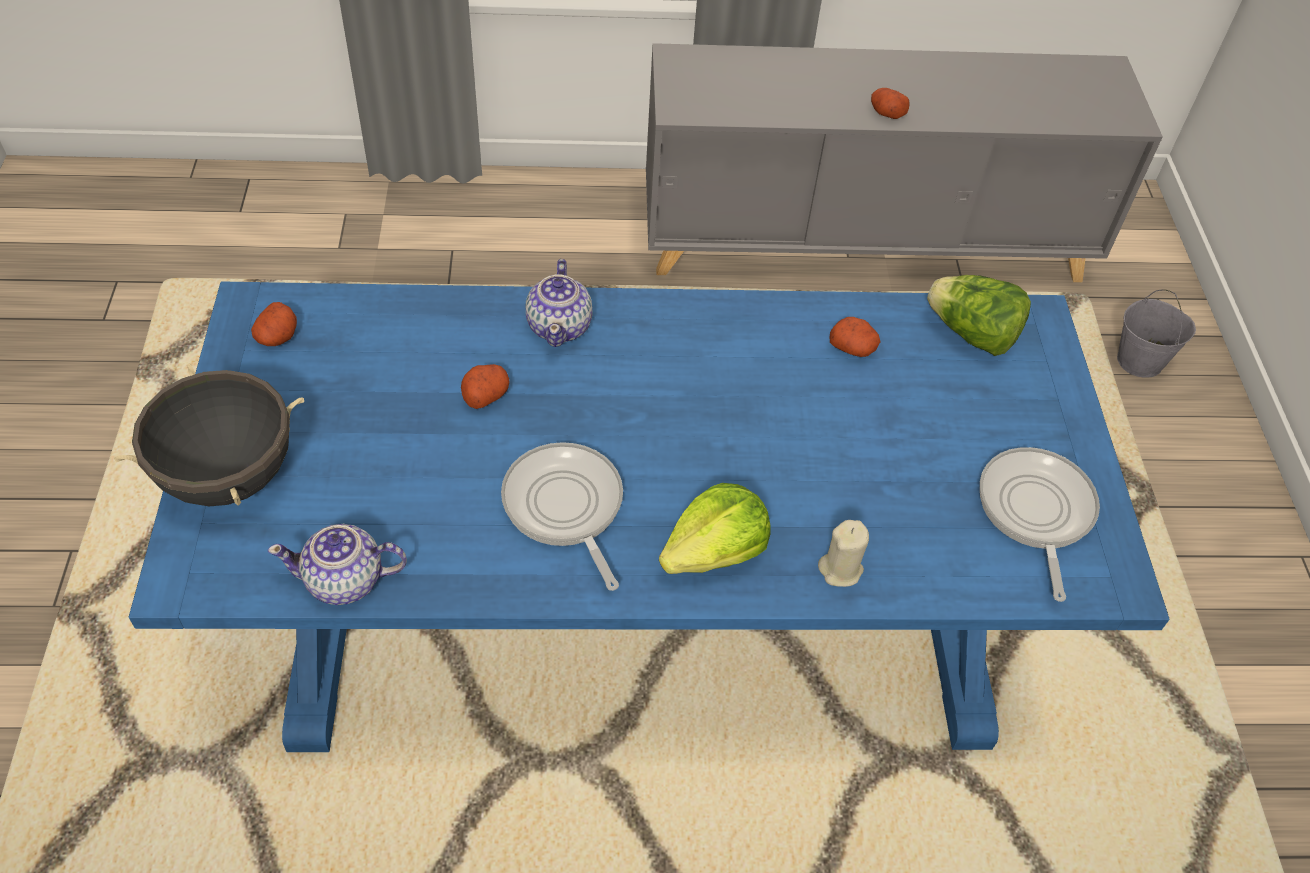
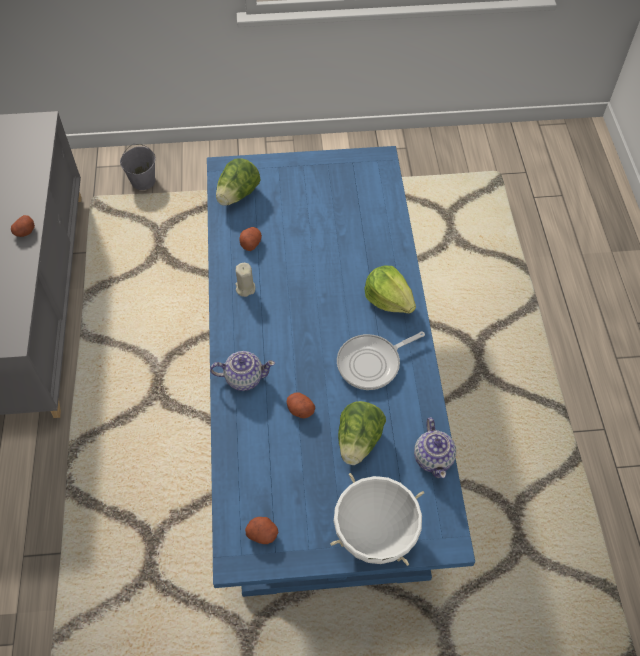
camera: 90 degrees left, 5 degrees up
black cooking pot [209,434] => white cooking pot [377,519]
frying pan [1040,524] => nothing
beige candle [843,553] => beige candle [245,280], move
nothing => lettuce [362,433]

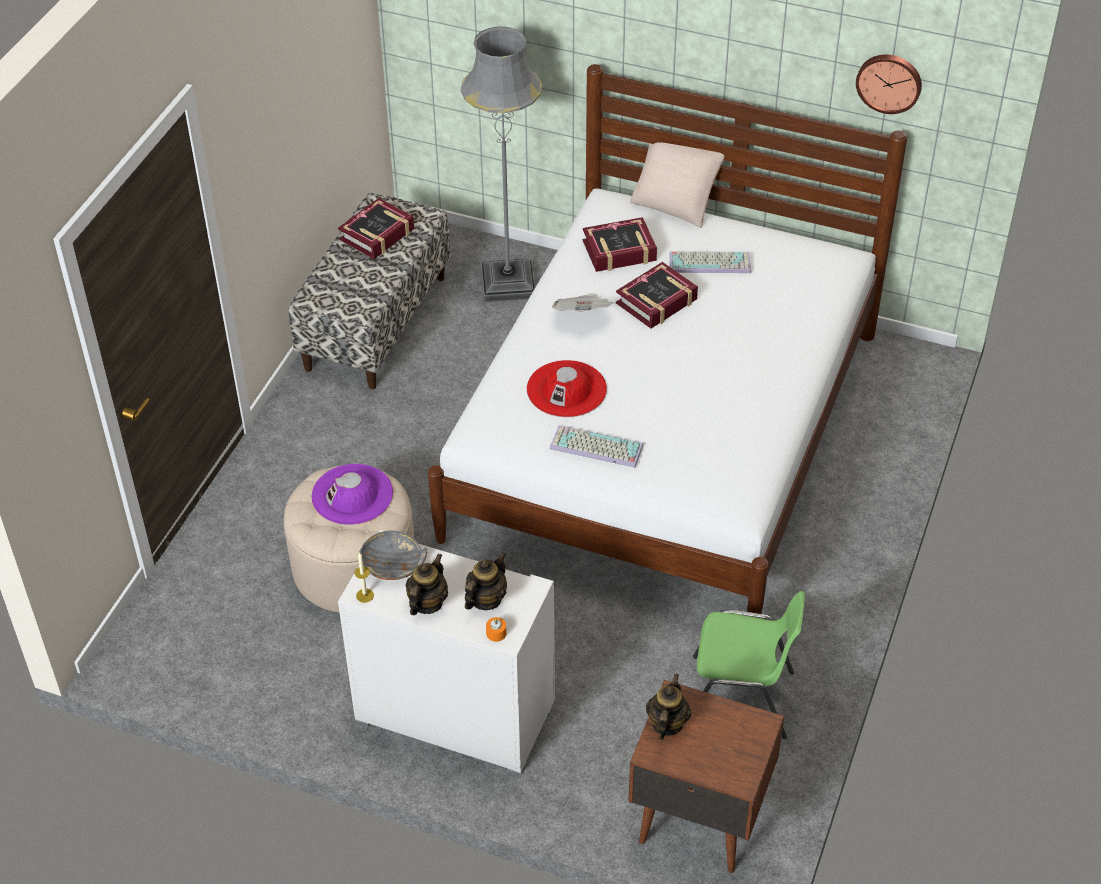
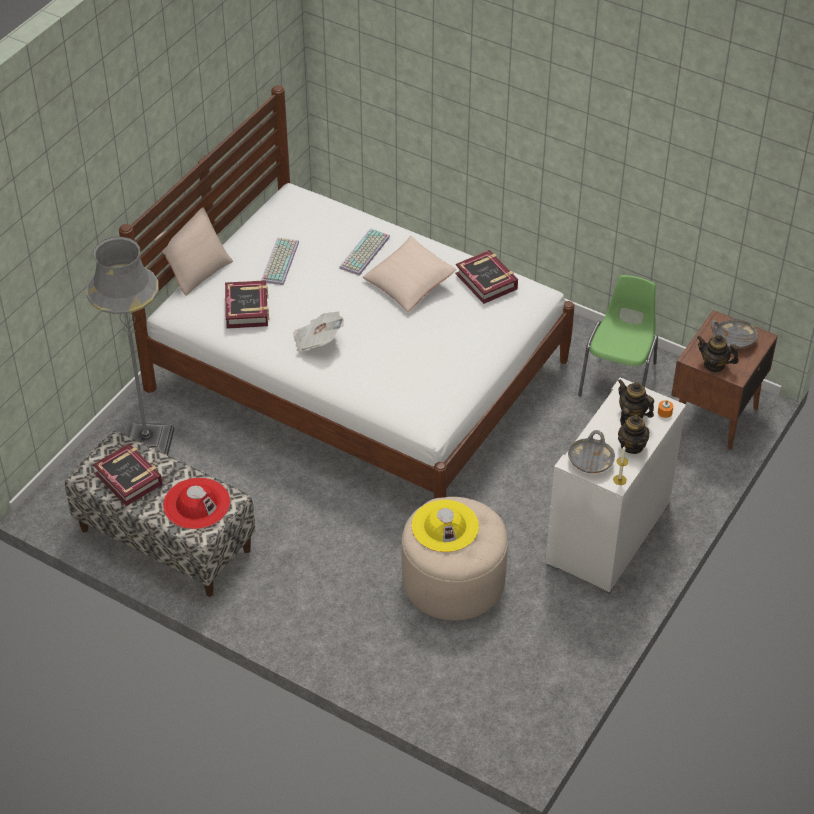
camera: 80 degrees left, 0 degrees up
wall clock [889,84] => nothing
book [657,295] => book [487,277], move
red hat [567,388] => red hat [196,503], move
keyboard [597,446] => keyboard [364,252], move
purple hat [352,494] => yellow hat [445,526]
teapot [427,584] => teapot [633,431], 150 degrees counterclockwise
nothing => beige pillow [409,274]
nothing => grey bowl [735,334]

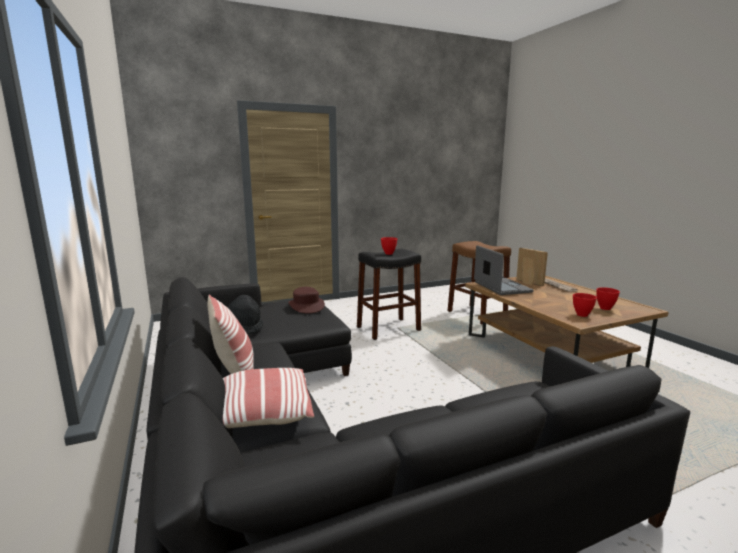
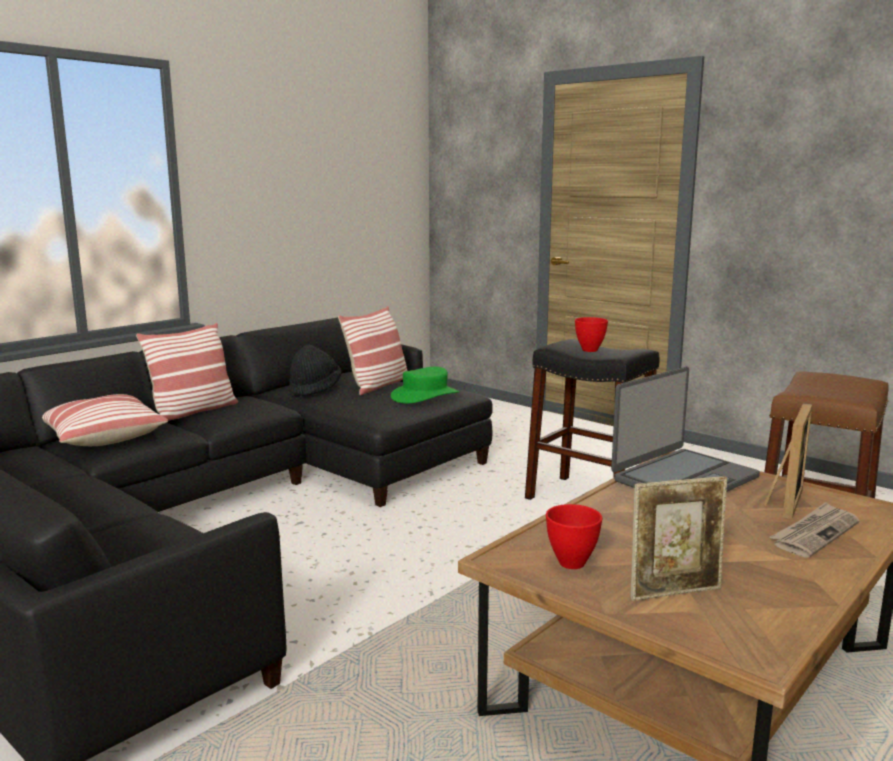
camera: 65 degrees right, 0 degrees up
brown hat [307,300] => green hat [425,385]
red bowl [608,298] => picture frame [679,538]
nothing => pillow [373,350]

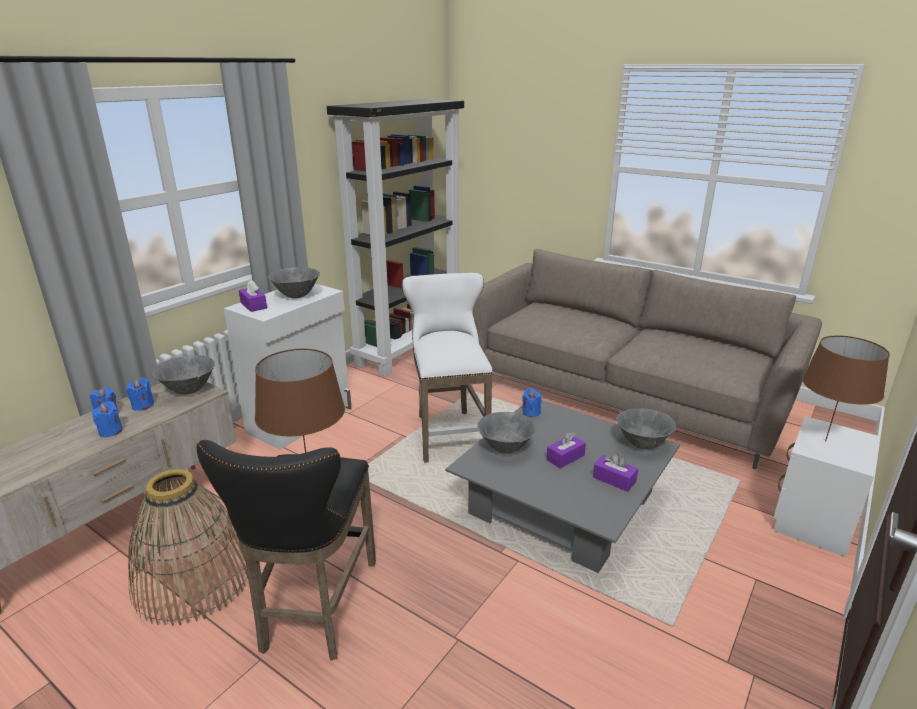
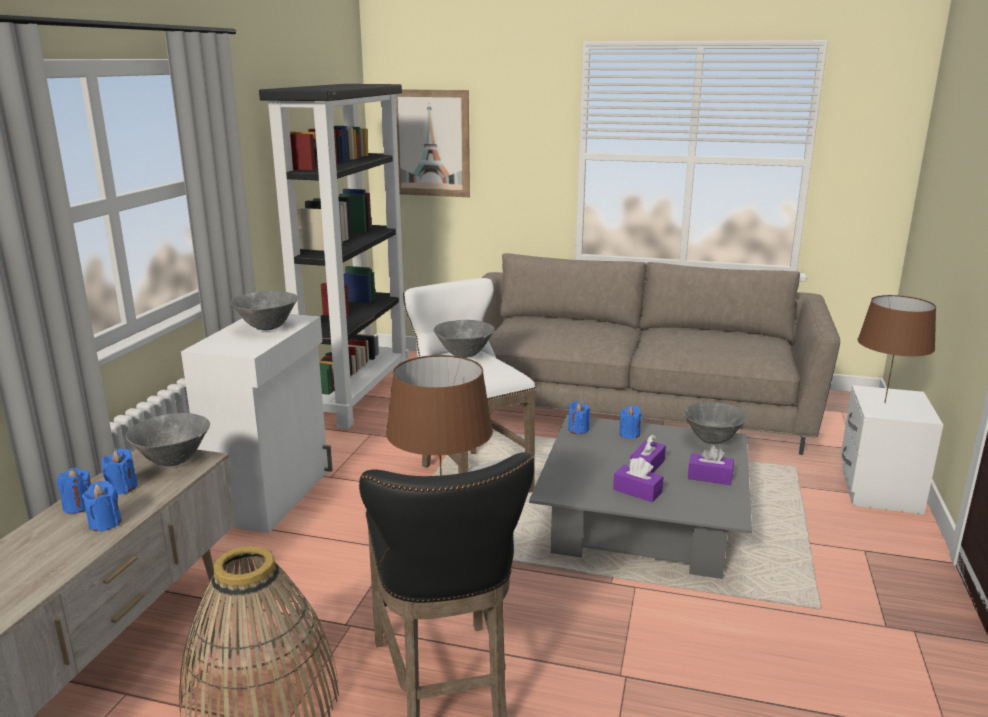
camera: 20 degrees left, 5 degrees down
purple tissue box [253,296] => purple tissue box [638,479], move
grey bowl [507,433] => grey bowl [464,339], move
nothing => picture [433,143]
nothing => blue candle [630,422]

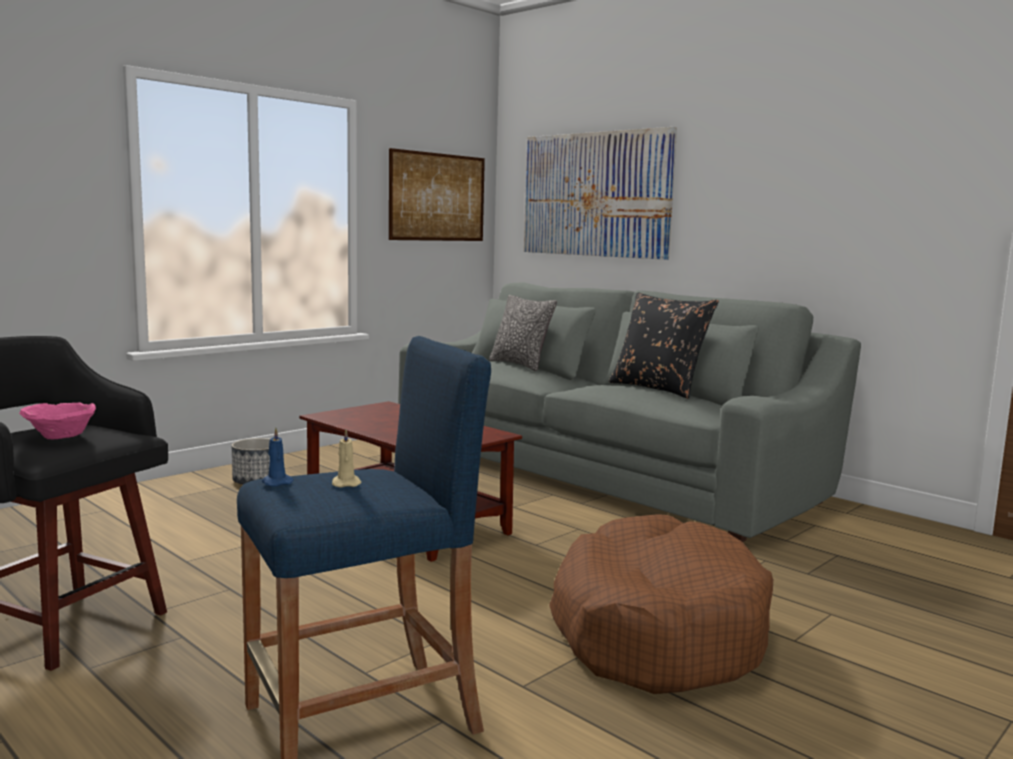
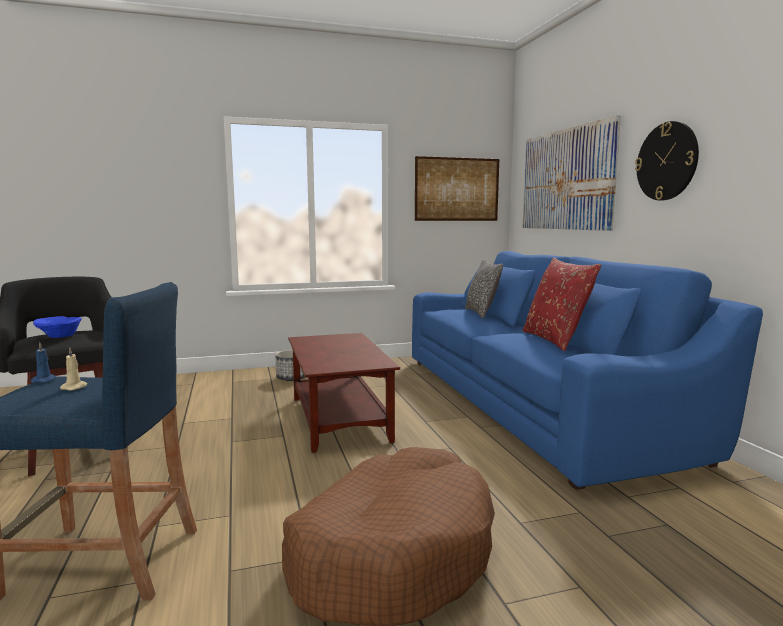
camera: 30 degrees right, 0 degrees up
grey sofa [629,412] => blue sofa [587,370]
black pillow [664,345] => red pillow [562,304]
pink bowl [57,421] => blue bowl [57,327]
nothing => wall clock [667,160]

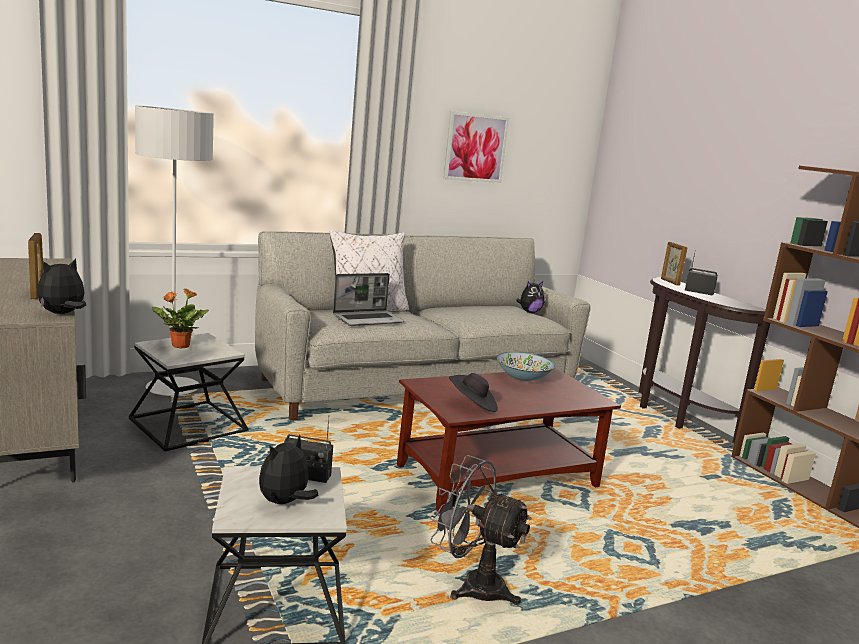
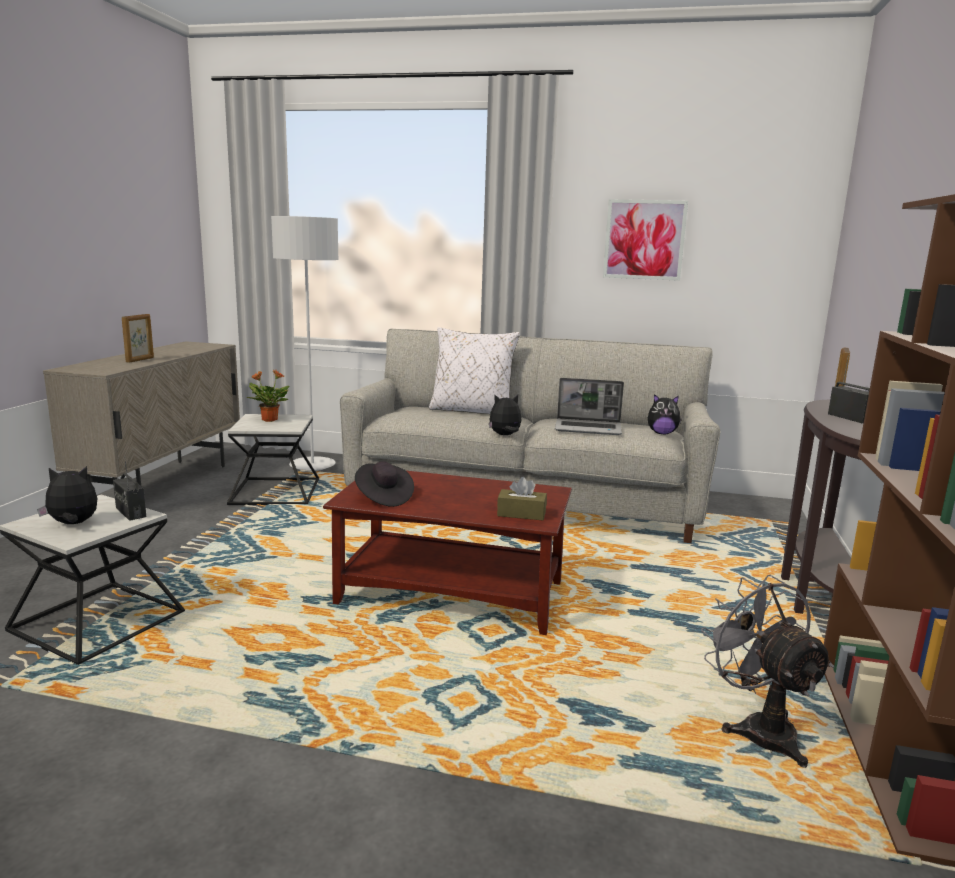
camera: 40 degrees right, 0 degrees up
plush toy [61,286] => plush toy [505,414], move
laptop [368,299] => laptop [589,406], move
bowl [525,366] => nothing
grey fan [481,530] => grey fan [767,671], move
nothing => brown tissue box [522,499]

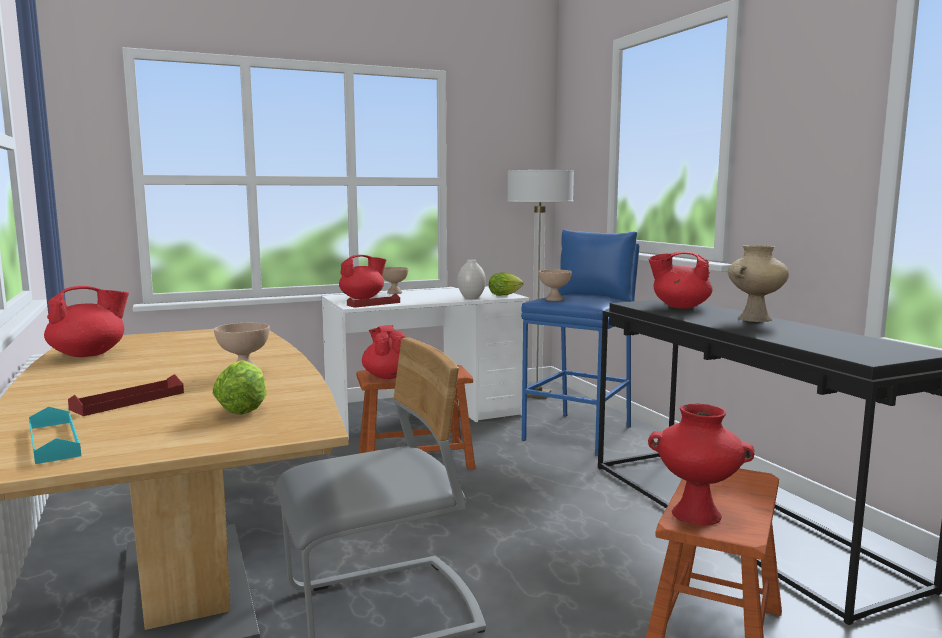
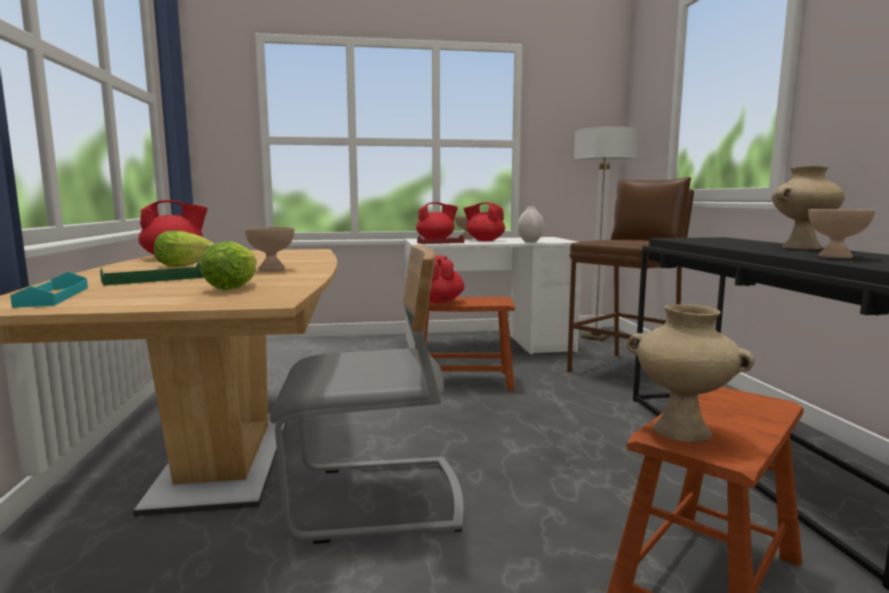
camera: 15 degrees right, 0 degrees up
blue stool [580,342] => brown stool [630,280]
red teapot [680,280] => red teapot [484,221], move
beige bowl [555,285] => beige bowl [841,234], move
lettuce [506,284] => lettuce [184,249], move
red tray [126,395] => green tray [152,273]
red vase [701,464] => beige vase [690,373]

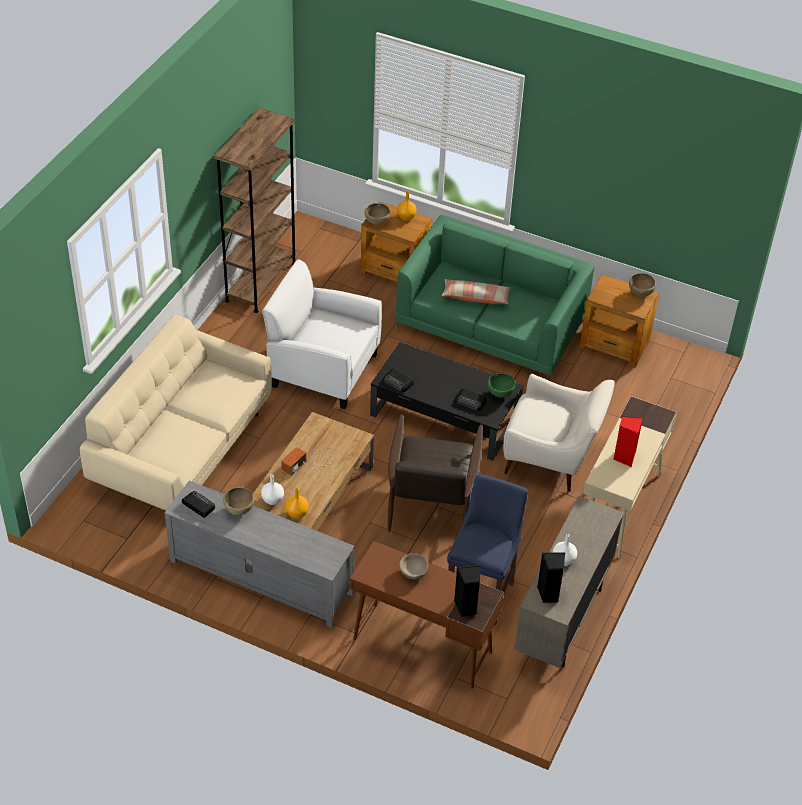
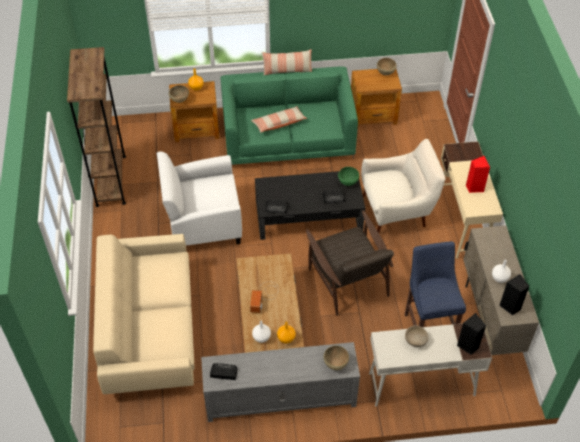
camera: 30 degrees left, 5 degrees up
brown bowl [238,501] => brown bowl [336,357], move
brown desk [427,615] => white desk [430,364]
nothing => pillow [287,62]

